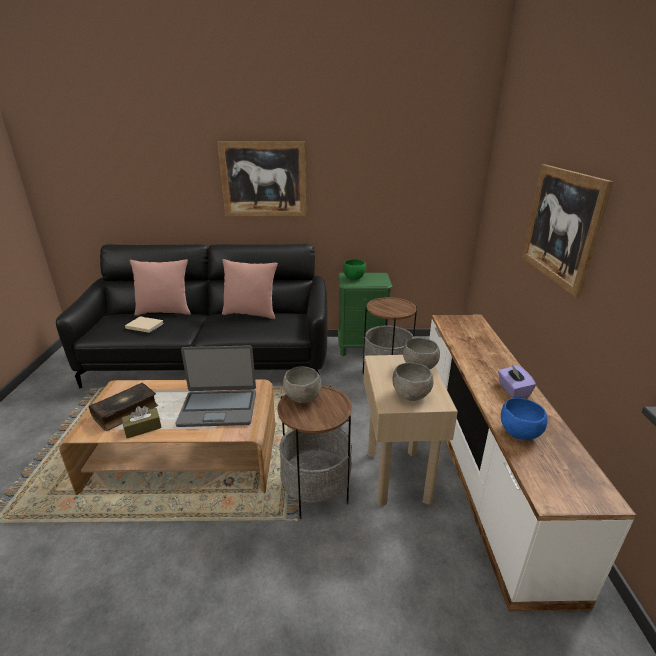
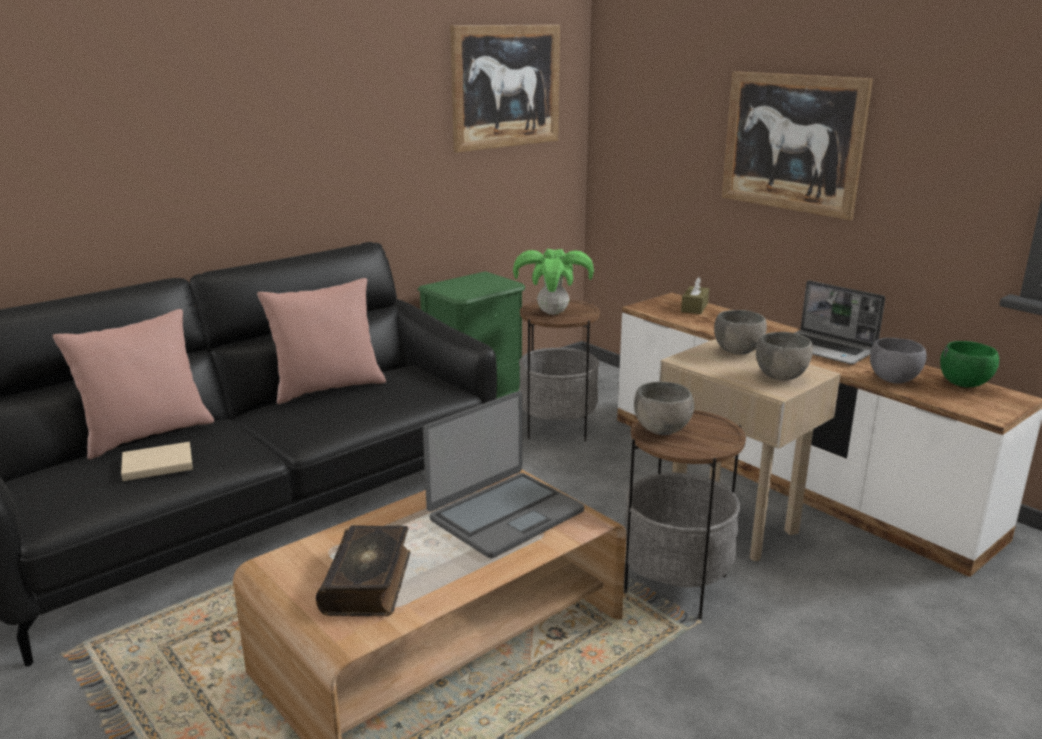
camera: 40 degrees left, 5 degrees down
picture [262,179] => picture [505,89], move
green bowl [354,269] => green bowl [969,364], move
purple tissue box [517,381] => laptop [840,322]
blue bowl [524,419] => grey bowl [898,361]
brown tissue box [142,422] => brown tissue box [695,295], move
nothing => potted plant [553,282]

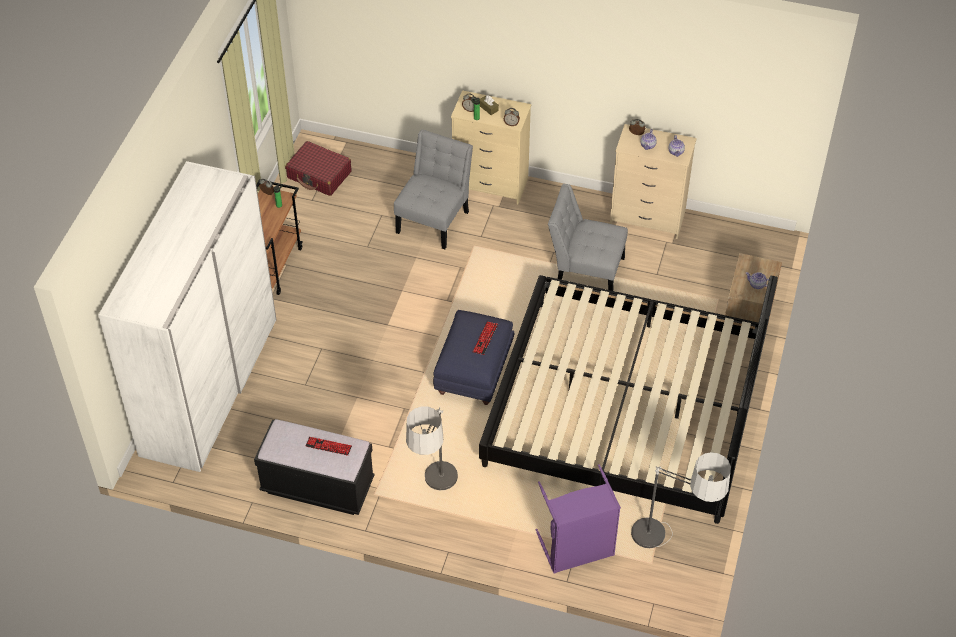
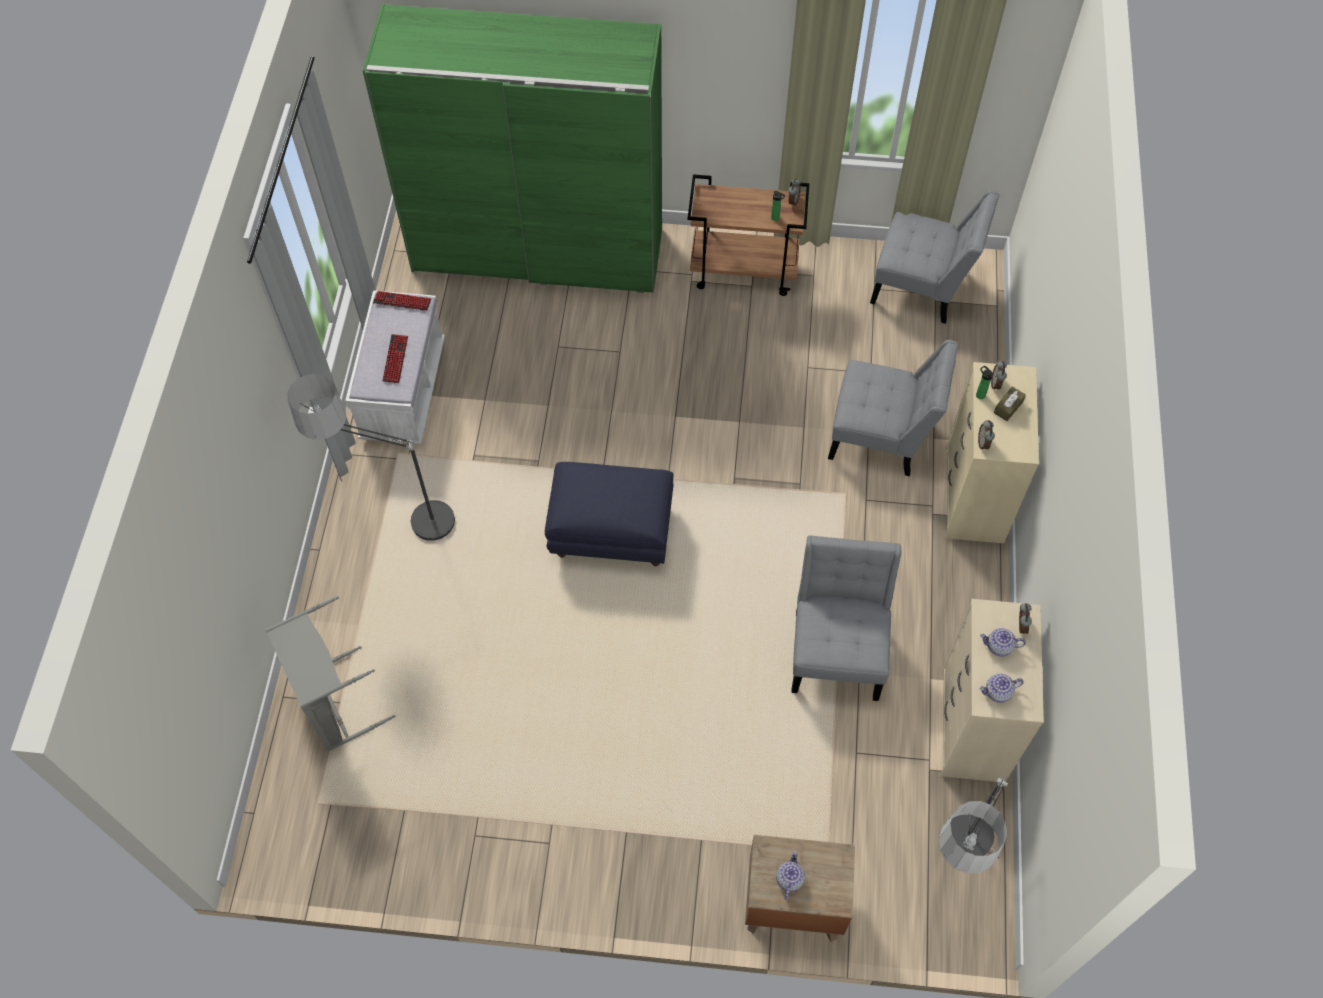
camera: 80 degrees right, 10 degrees up
red suitcase [318,168] => grey chair [934,257]
white wardrobe [187,316] => green wardrobe [512,148]
bed [628,399] => nothing
keyboard [485,338] => keyboard [402,301], move
black bench [314,467] => white bench [395,367]
floor lamp [681,500] => floor lamp [973,825], move
purple laundry basket [578,519] => grey laundry basket [330,674]

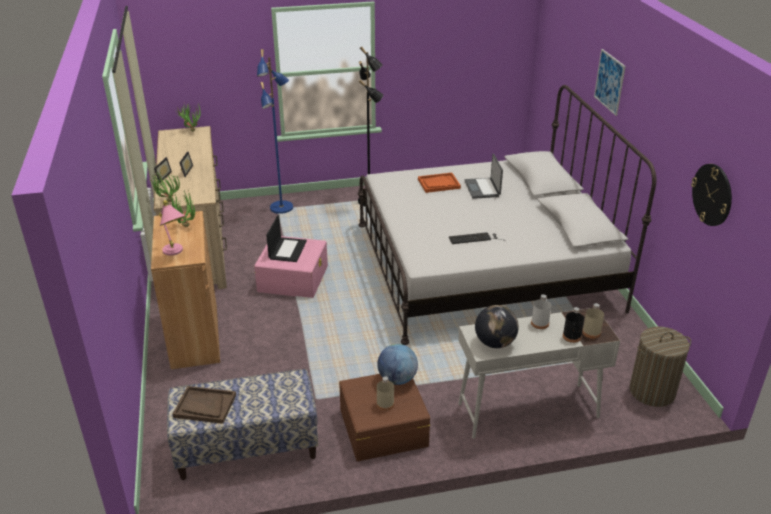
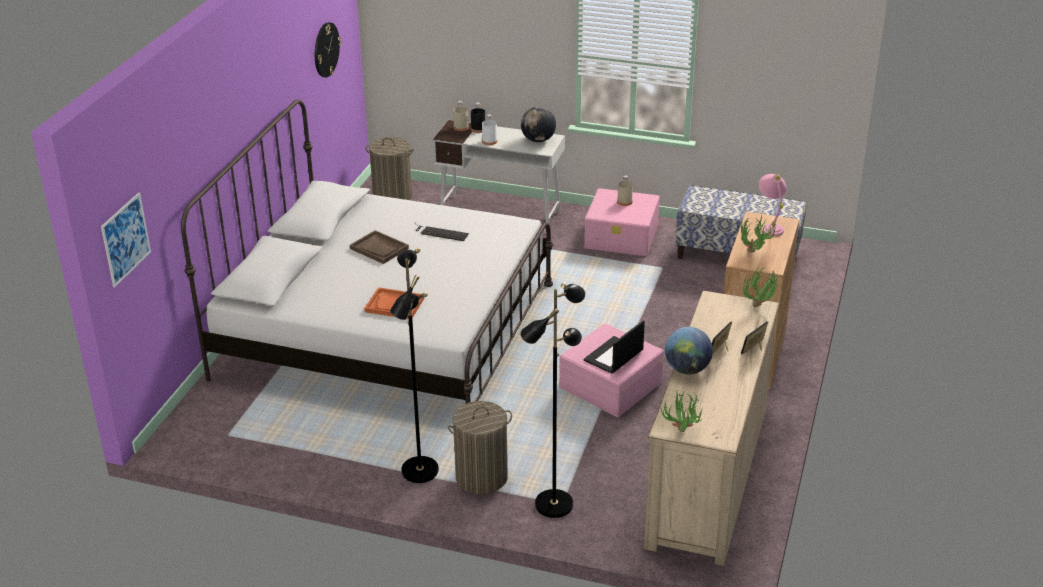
camera: 150 degrees left, 0 degrees up
blue floor lamp [275,131] => black floor lamp [552,400]
picture [610,82] => picture [126,239], move
laptop [483,176] => nothing
globe [397,364] => globe [689,350], move
brown storage box [384,417] => pink storage box [622,222]
brown tray [204,405] => brown tray [379,247], move
nothing => laundry basket [480,447]

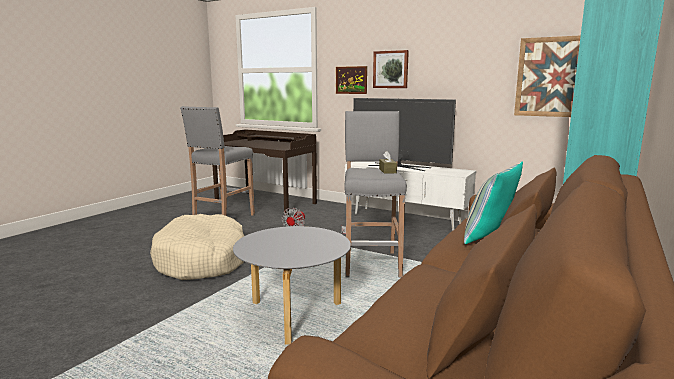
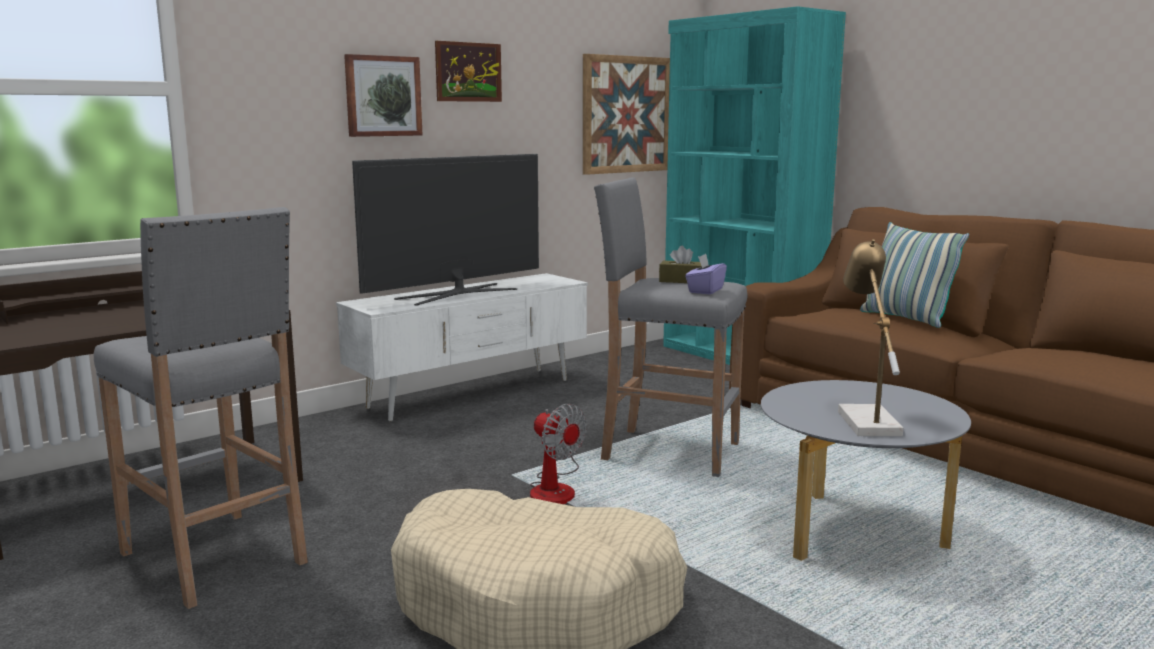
camera: 70 degrees left, 0 degrees up
picture [351,80] => picture [468,71], move
nothing => table lamp [870,337]
nothing => purple tissue box [706,274]

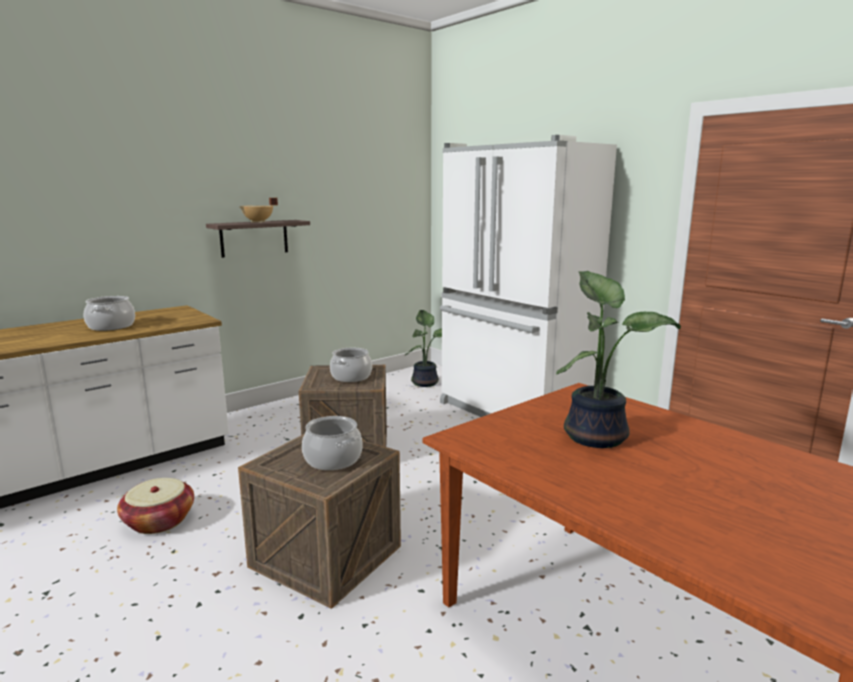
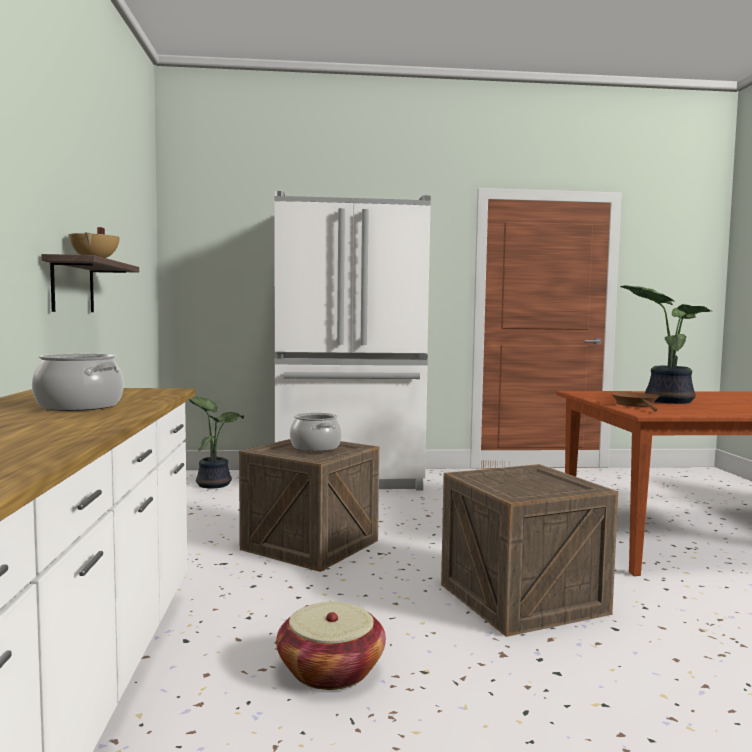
camera: 55 degrees left, 10 degrees down
cooking pot [332,443] => nothing
nothing => brown frying pan [635,402]

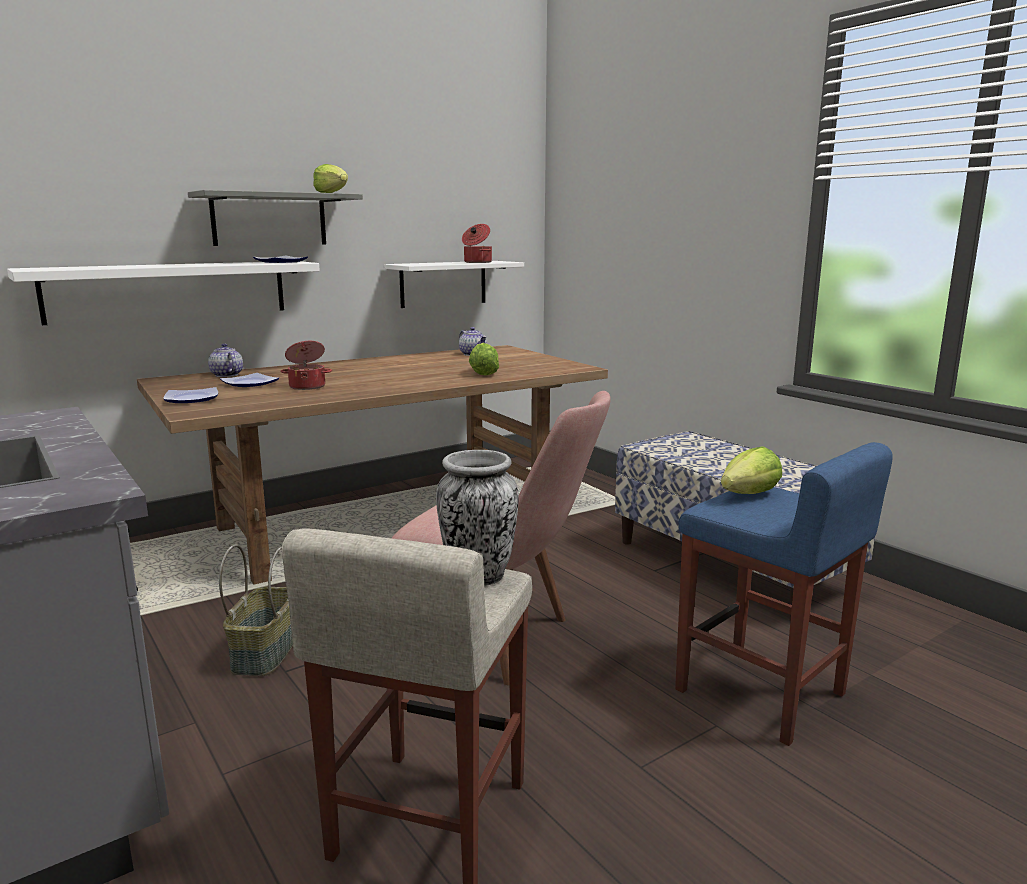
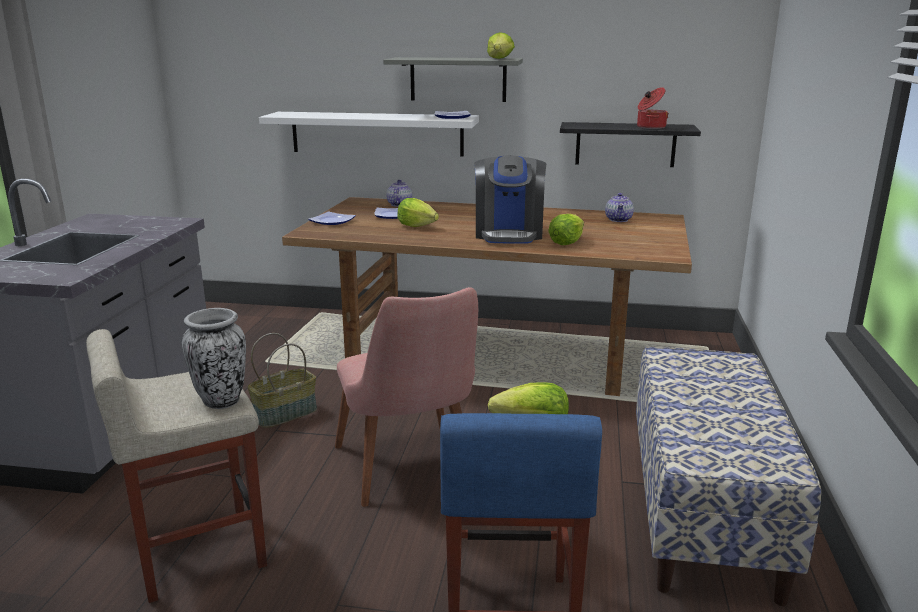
camera: 45 degrees right, 5 degrees up
white shelf [454,284] => black shelf [630,144]
cooking pot [306,365] => lettuce [418,212]
nothing => coffee machine [510,199]

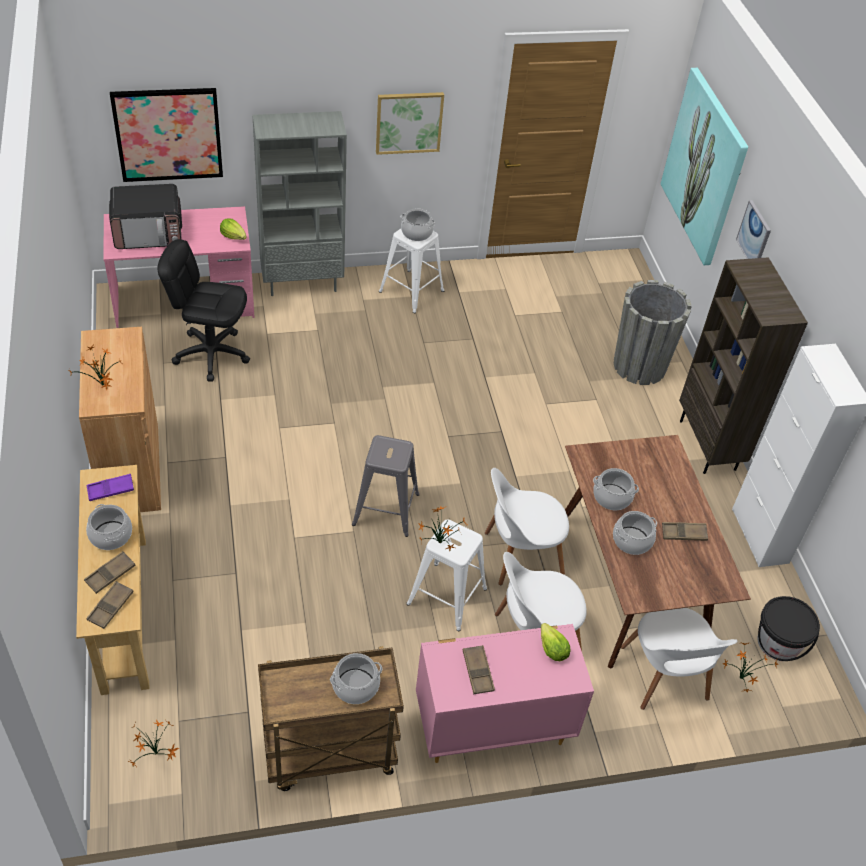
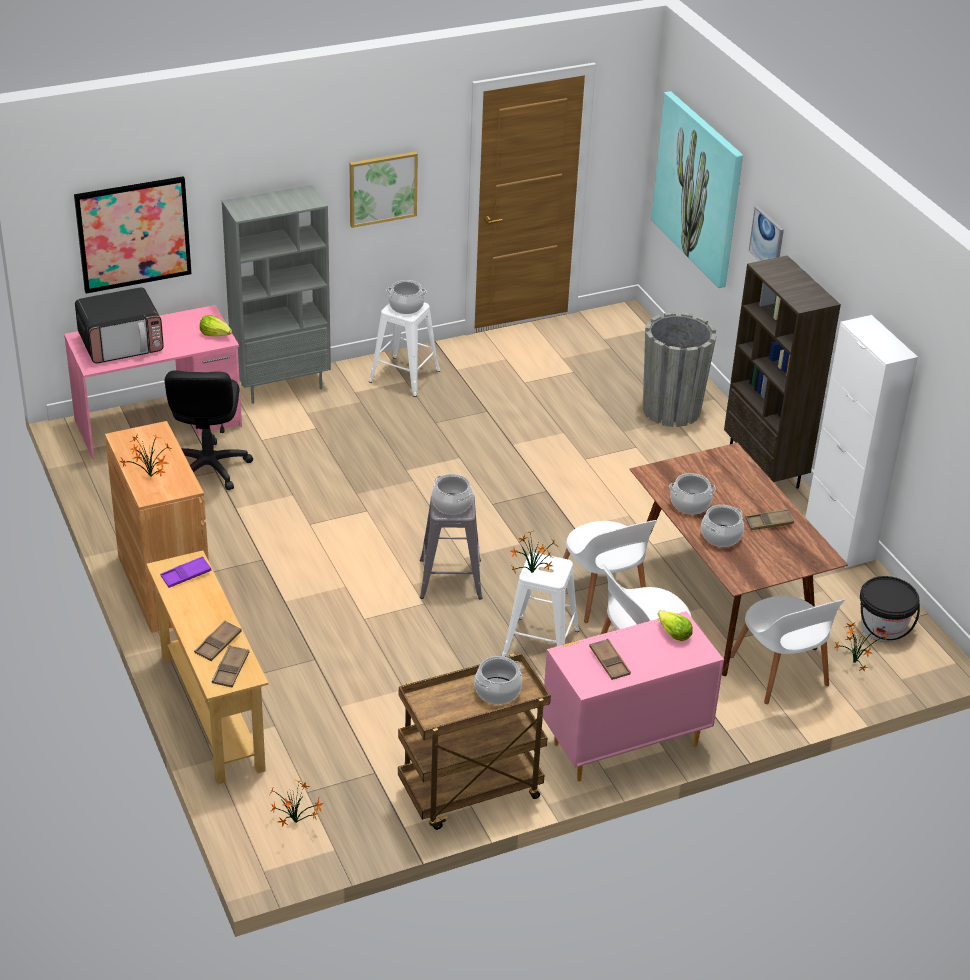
camera: 10 degrees left, 10 degrees down
black office chair [204,310] => black office chair [209,430], 90 degrees counterclockwise
white chair [527,526] => white chair [610,571], 90 degrees counterclockwise
cooking pot [109,527] => cooking pot [452,494], move

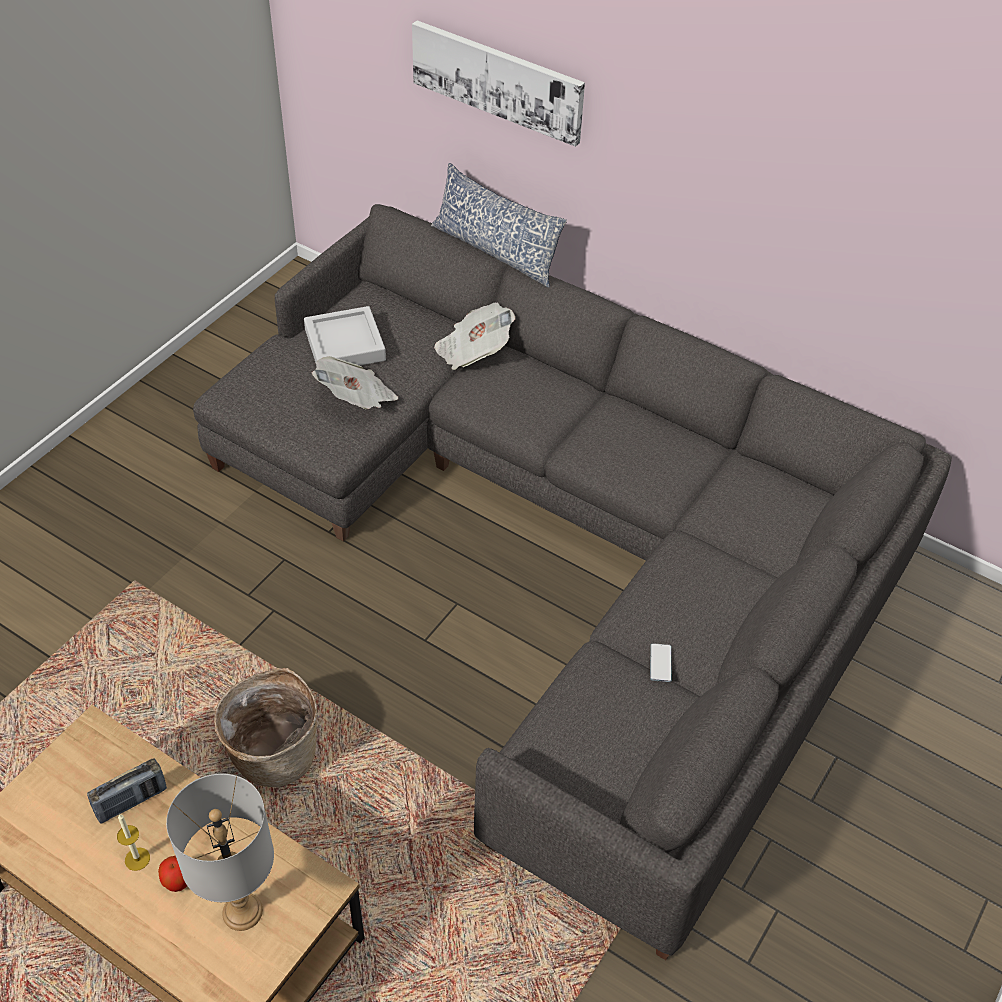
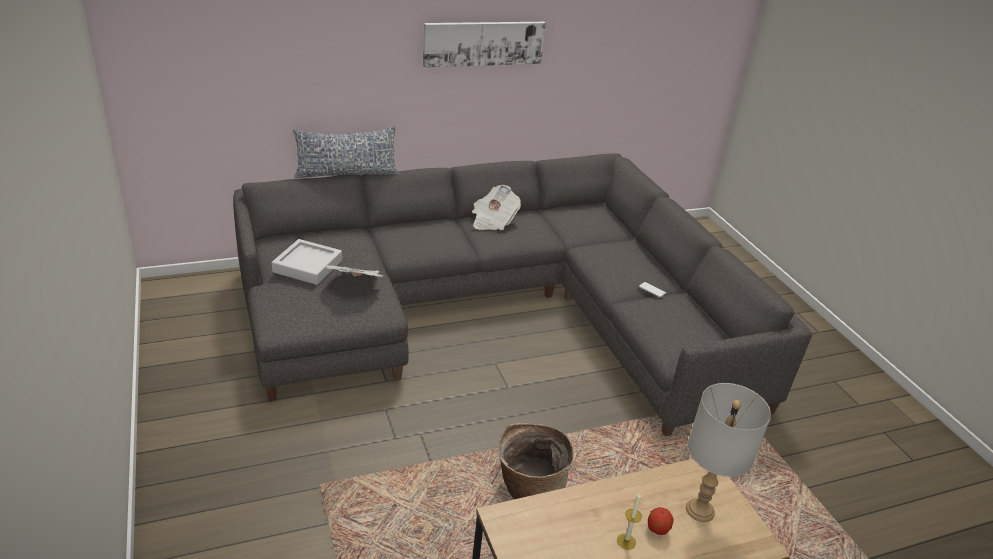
camera: 55 degrees left, 15 degrees down
picture [498,83] => picture [484,45], move
newspaper [474,336] => newspaper [496,207], move
radio [127,791] => nothing

